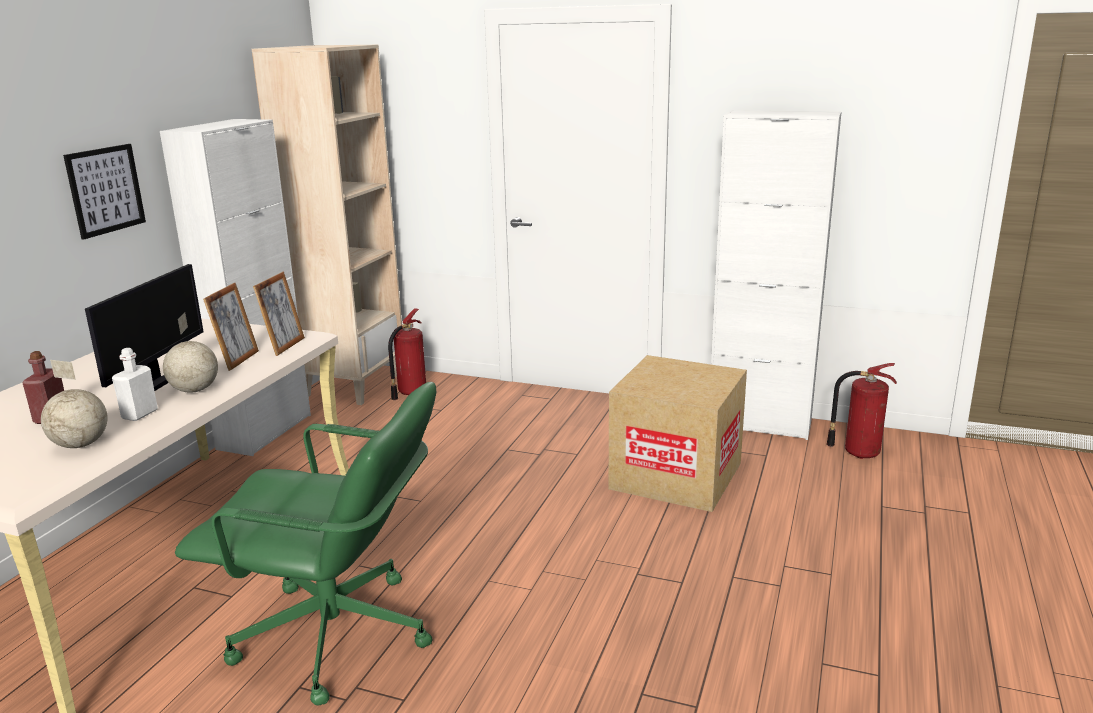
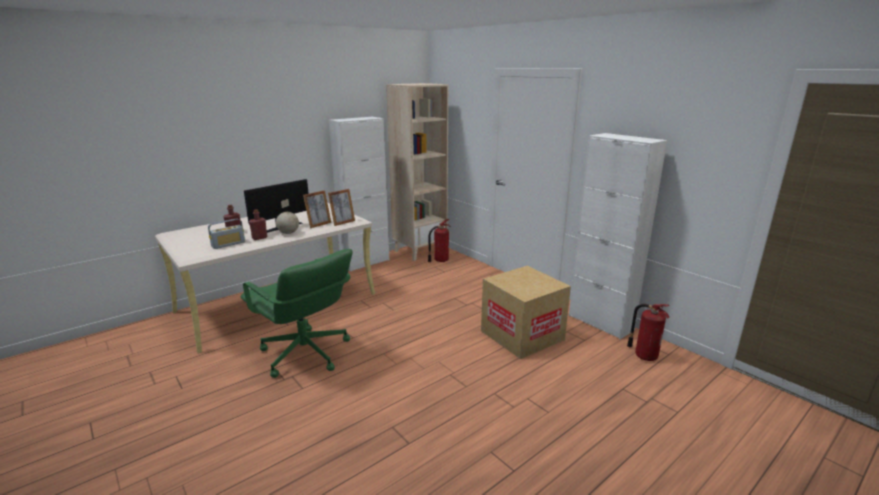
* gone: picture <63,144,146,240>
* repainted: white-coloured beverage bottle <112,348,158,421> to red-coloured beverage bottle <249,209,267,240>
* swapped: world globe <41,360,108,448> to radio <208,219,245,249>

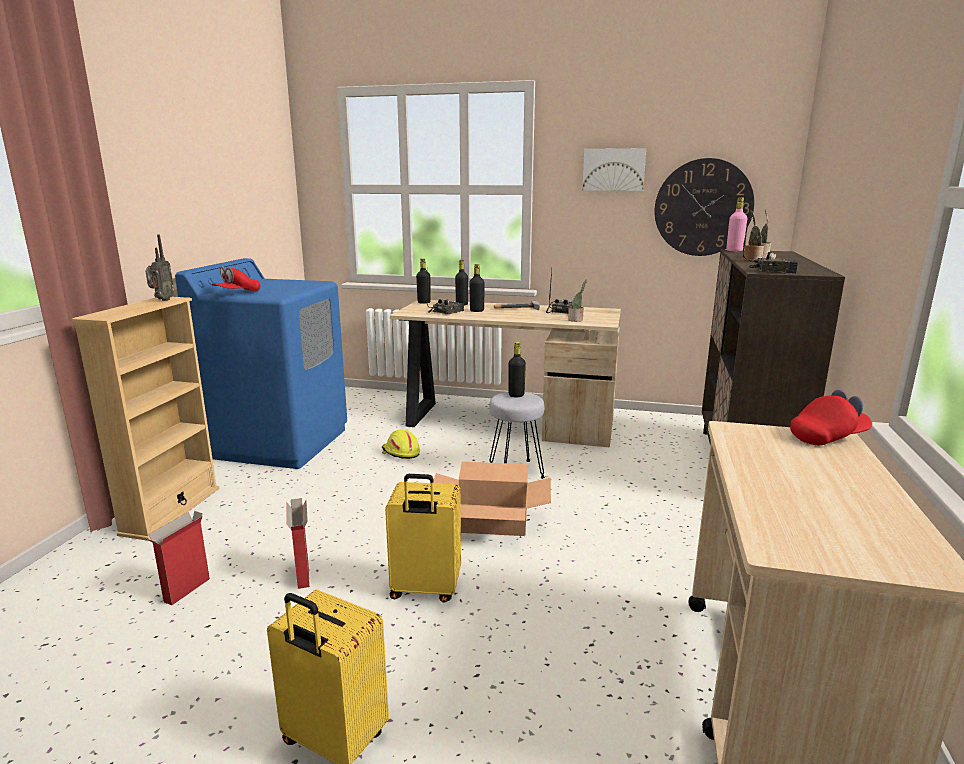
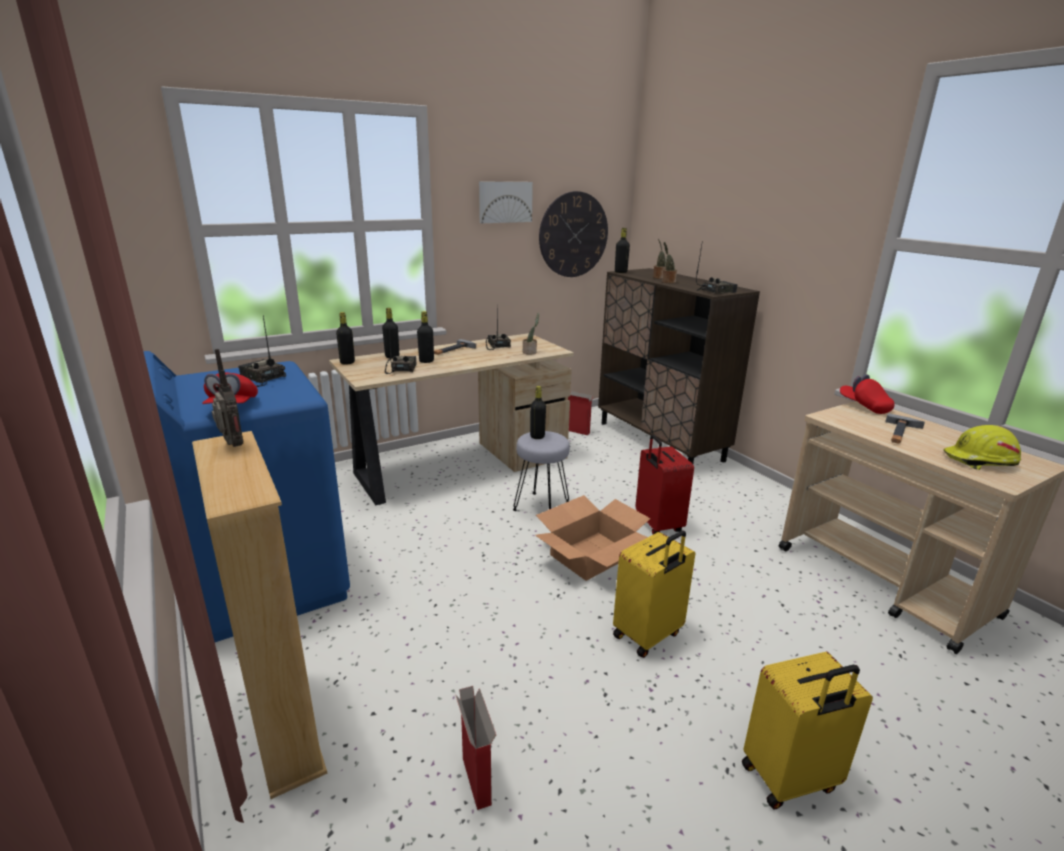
* repainted: pink-coloured beverage bottle <726,197,747,251> to black-coloured beverage bottle <615,228,630,273>
* rotated: red-coloured baseball cap <790,390,872,445> = <840,374,895,414> 60 degrees counterclockwise
* shifted: yellowish safety helmet <382,429,420,459> to <943,425,1021,470>
* shifted: cardboard box <286,498,310,589> to <568,391,595,435>
* new: radio <238,315,286,387>
* new: hand hammer <885,413,925,444>
* new: red-coloured piece of luggage <635,435,694,534>

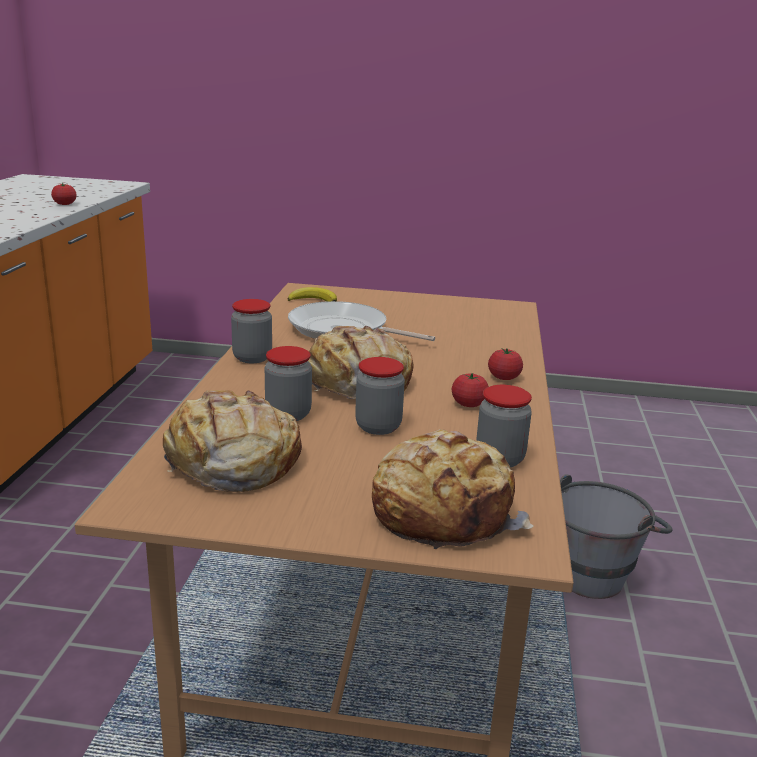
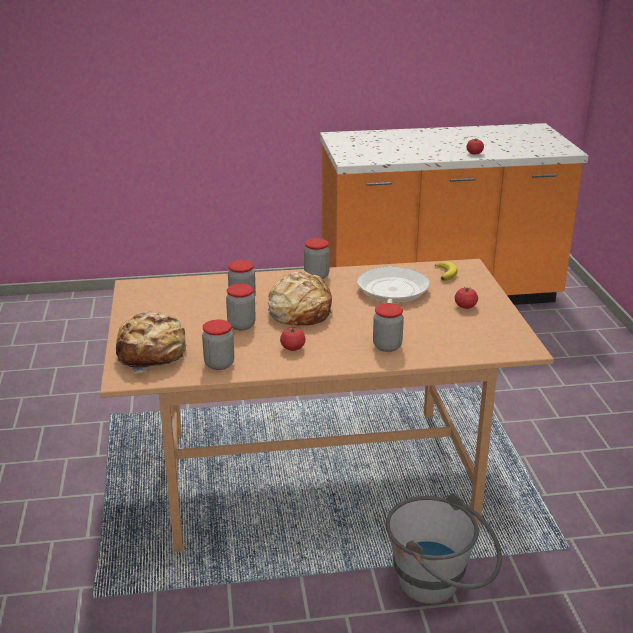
* shifted: tomato <488,347,523,380> to <455,287,478,309>
* gone: bakery bread <163,390,302,492>
* new: storage jar <373,303,404,352>

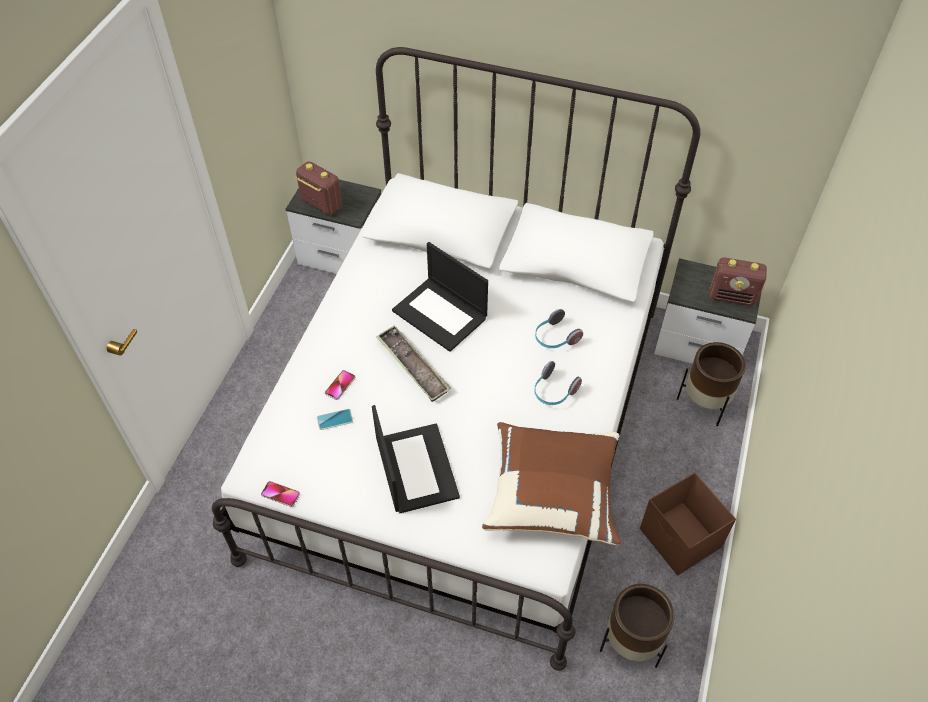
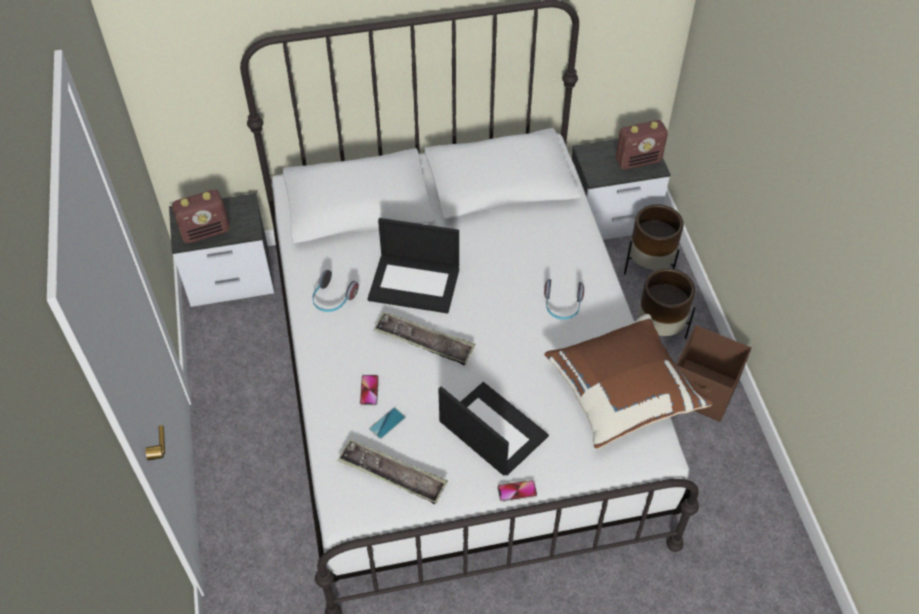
* rotated: radio <295,161,342,215> = <172,190,229,243> 150 degrees clockwise
* shifted: headphones <535,309,583,348> to <312,270,359,312>
* shifted: telephone <261,481,300,507> to <497,480,537,502>
* shifted: brown-coloured flower pot <600,584,674,668> to <638,268,695,339>
* new: carrying tray <337,439,448,504>

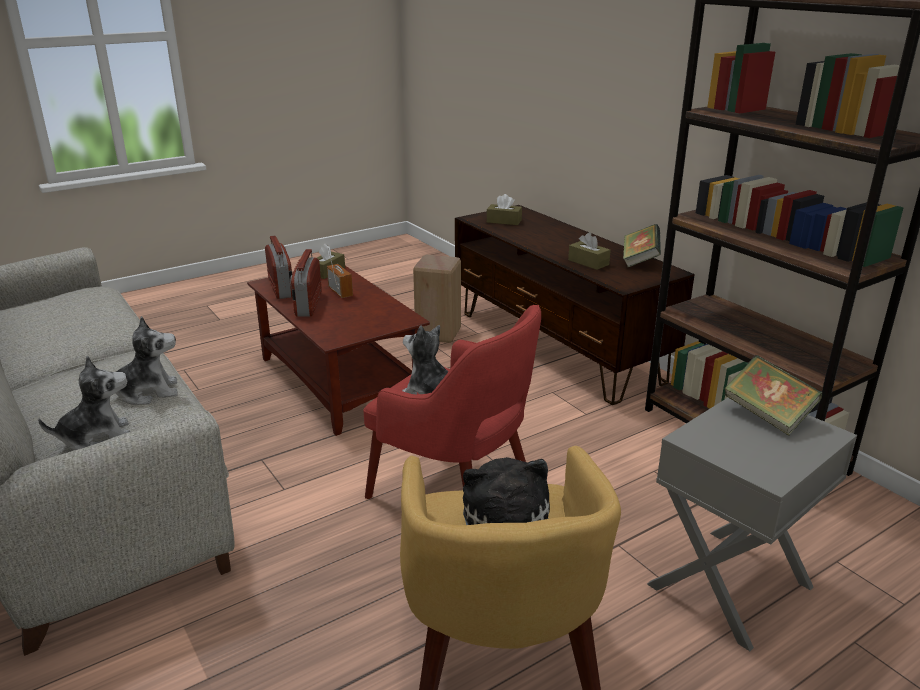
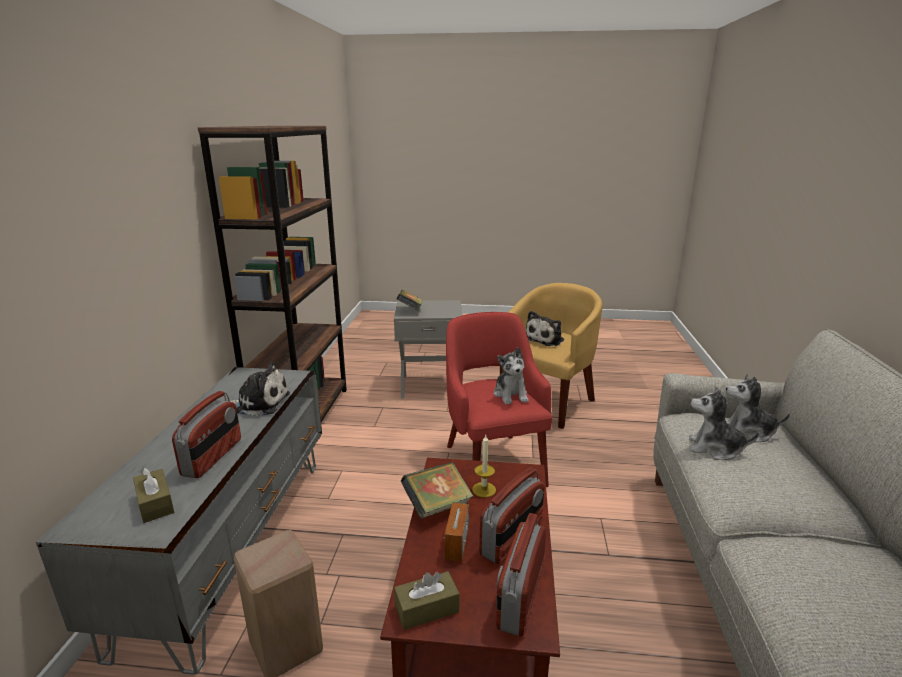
* repainted: brown-coloured tv unit <455,205,695,405> to gray tv unit <36,367,322,675>
* shifted: volume <623,224,661,267> to <401,462,473,519>
* swapped: brown-coloured tissue box <568,232,611,270> to cuddly toy <231,362,290,416>
* new: radio <172,391,241,478>
* new: wax light <472,435,496,498>

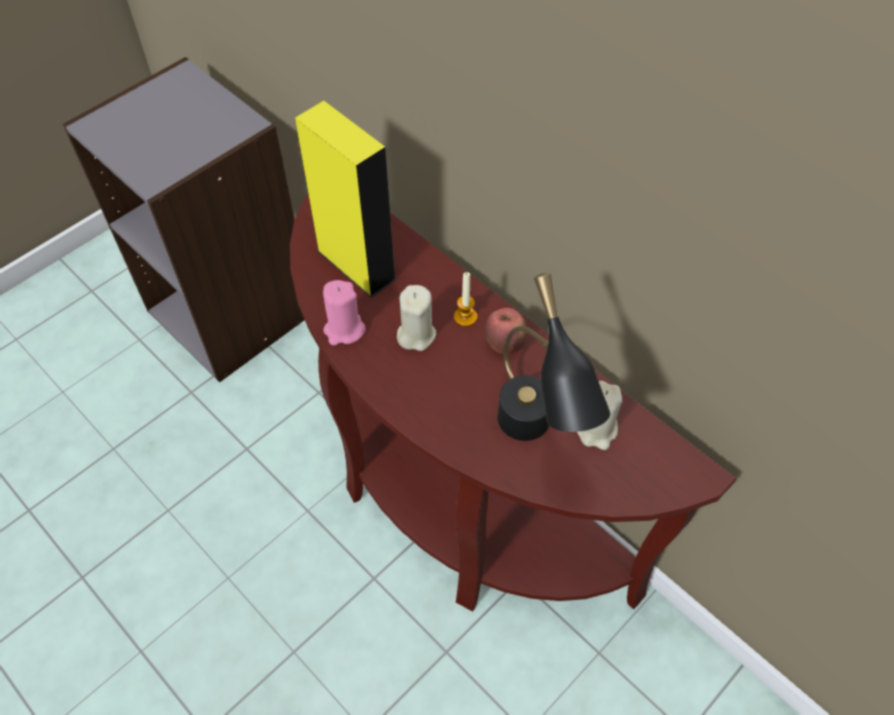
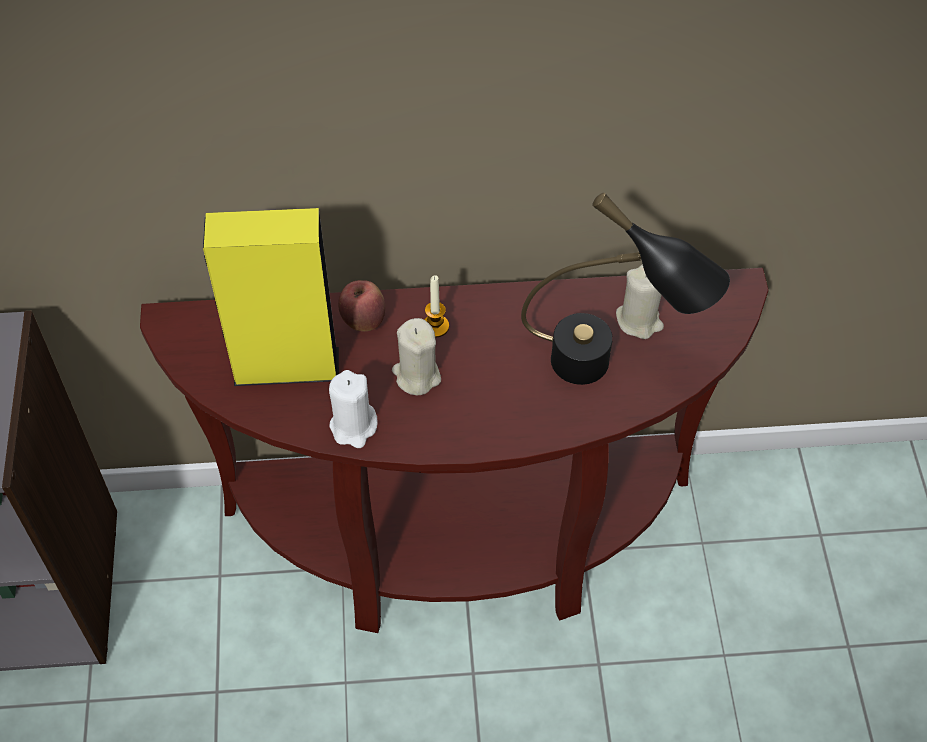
* repainted: pink-coloured wax light <323,280,366,345> to white-coloured wax light <329,370,378,448>
* shifted: apple <485,308,526,354> to <338,280,385,331>

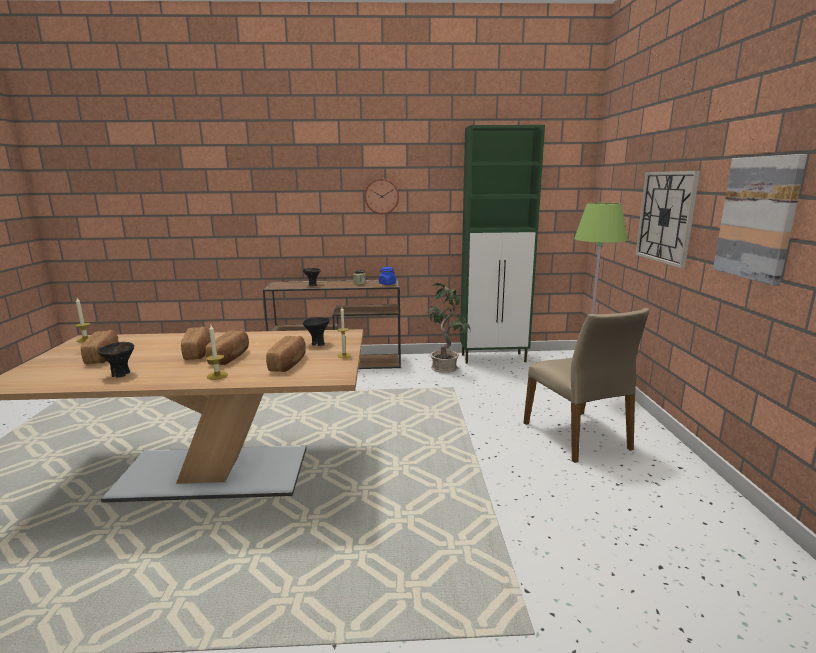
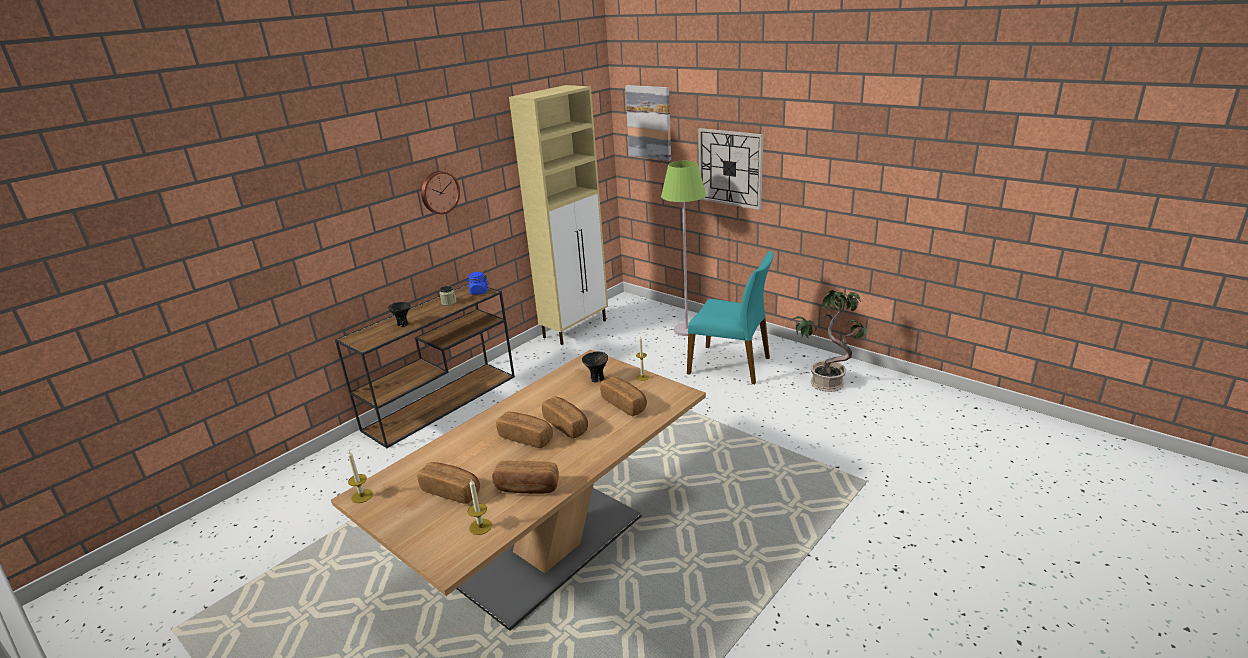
* repainted: green-coloured cabinet <460,125,545,364> to beige-coloured cabinet <509,85,608,345>
* shifted: picture <713,154,807,286> to <625,85,671,161>
* shifted: potted plant <426,283,470,373> to <792,290,868,392>
* repainted: beige-coloured upright chair <523,308,649,463> to blue-green upright chair <687,251,773,384>
* shifted: wax light <206,325,228,380> to <468,479,492,535>
* swapped: black-coloured deep dish <97,342,134,378> to bakery bread <492,461,559,494>

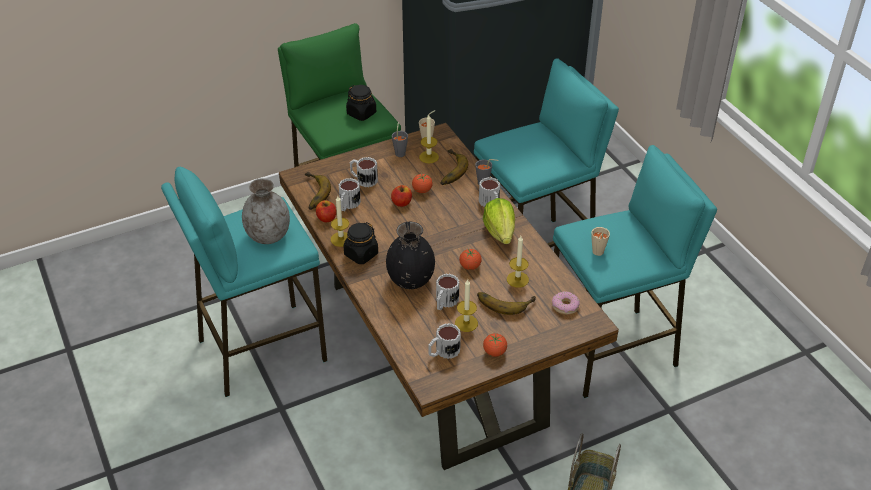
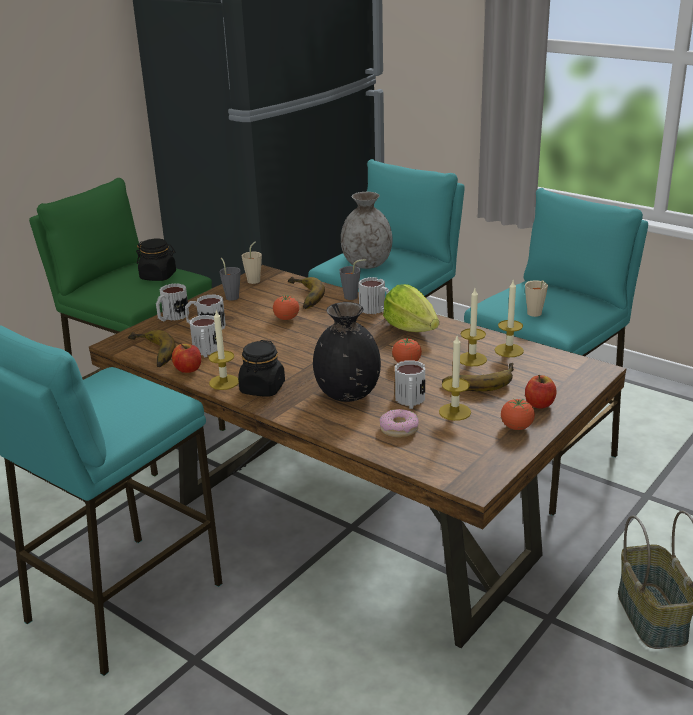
* shifted: wax light <419,115,439,163> to <495,281,524,357>
* shifted: gray decorative vase <242,178,290,244> to <341,192,393,269>
* shifted: apple <391,185,412,207> to <525,375,557,409>
* shifted: donut <552,291,580,315> to <379,409,419,438>
* shifted: mug <429,323,461,359> to <156,283,189,321>

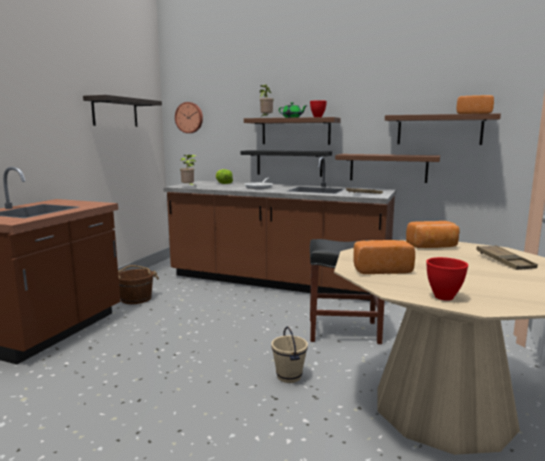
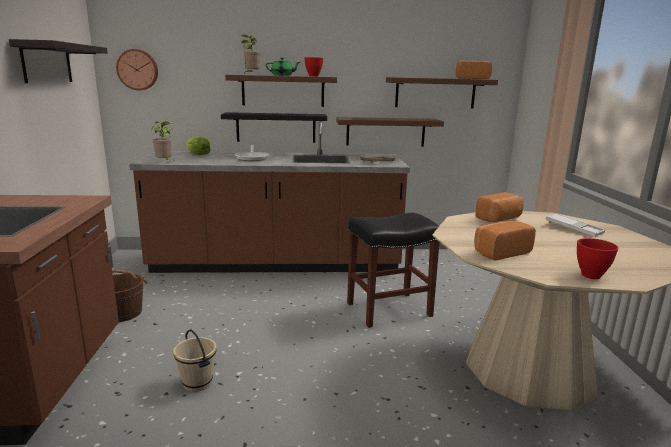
* repainted: brown-coloured carrying tray <476,245,538,270> to white-coloured carrying tray <545,213,605,237>
* shifted: beige-coloured bucket <271,327,308,383> to <173,329,217,392>

